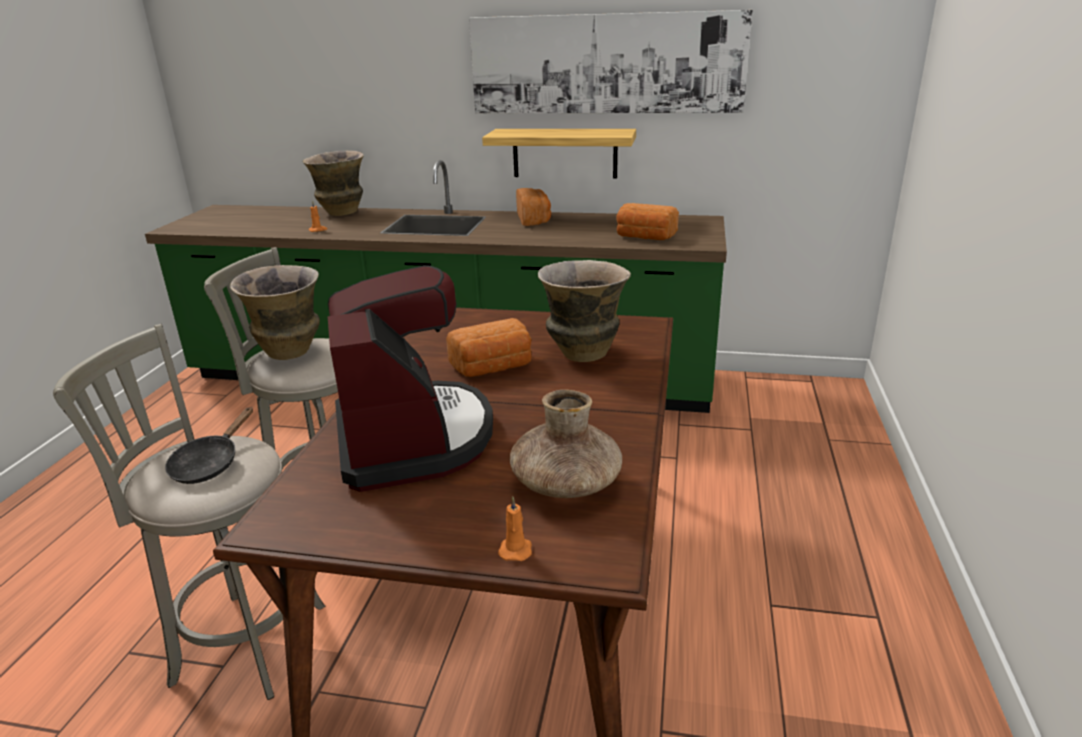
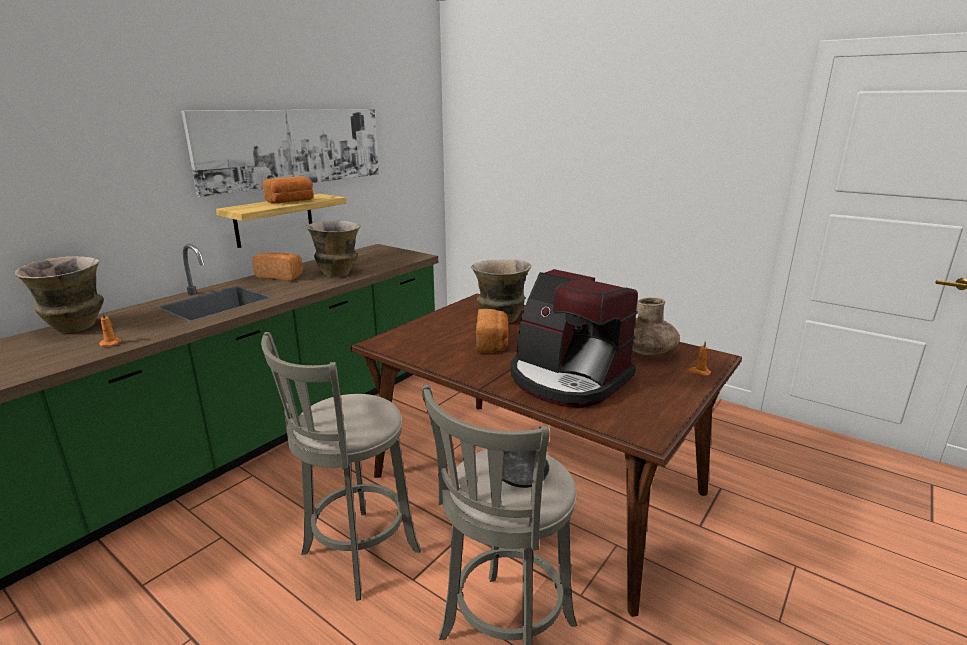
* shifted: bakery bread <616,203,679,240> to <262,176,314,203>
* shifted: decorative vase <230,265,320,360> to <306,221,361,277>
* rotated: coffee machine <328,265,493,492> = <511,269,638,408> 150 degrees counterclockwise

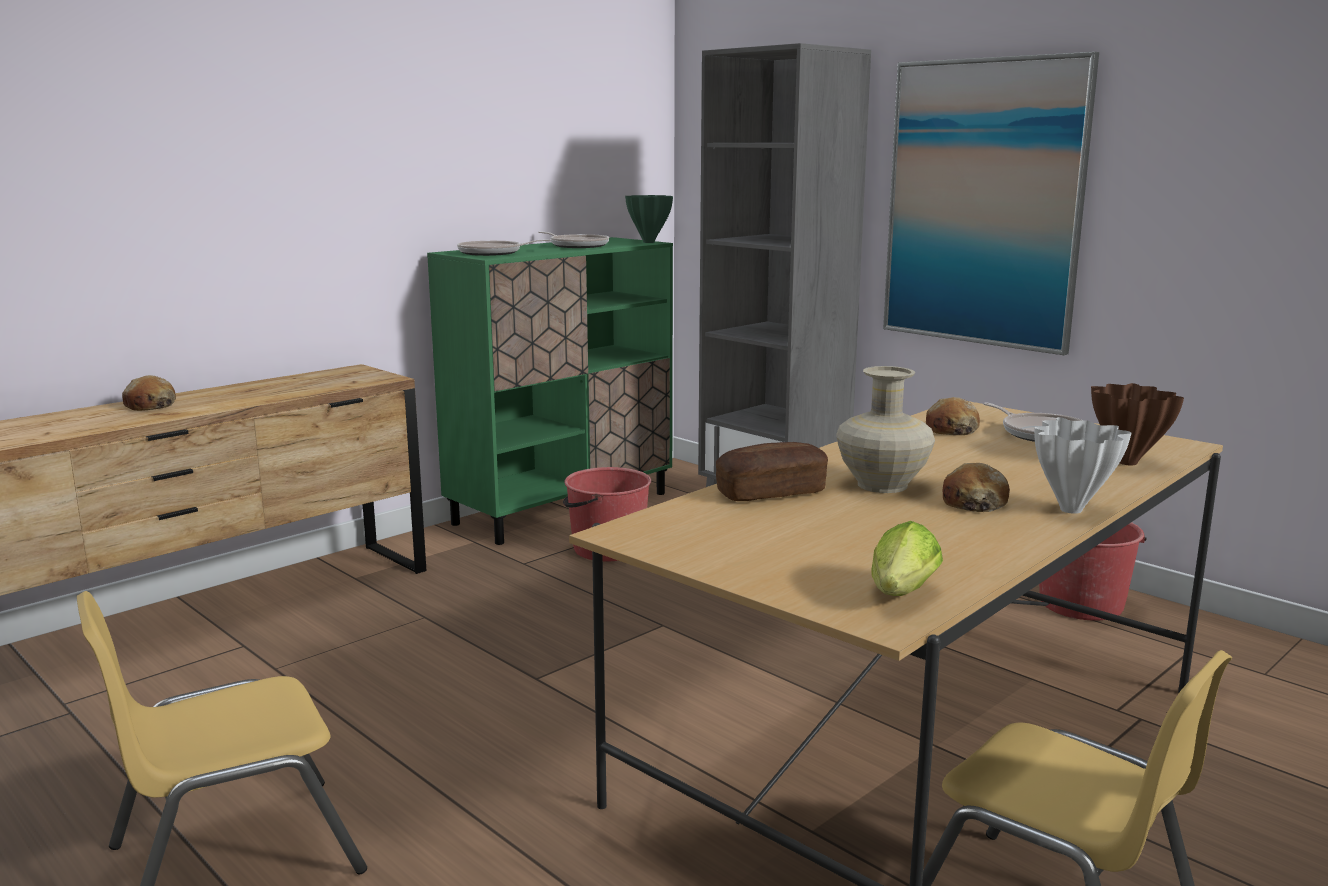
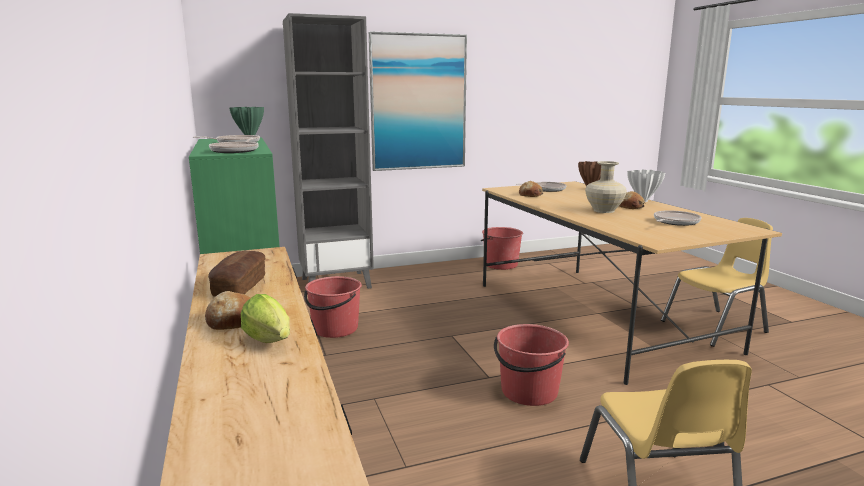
* shifted: bakery bread <716,442,828,501> to <208,250,265,297>
* shifted: head of lettuce <871,521,943,596> to <241,294,290,343>
* new: skillet <654,210,702,226>
* new: red-coloured bucket <494,324,569,406>

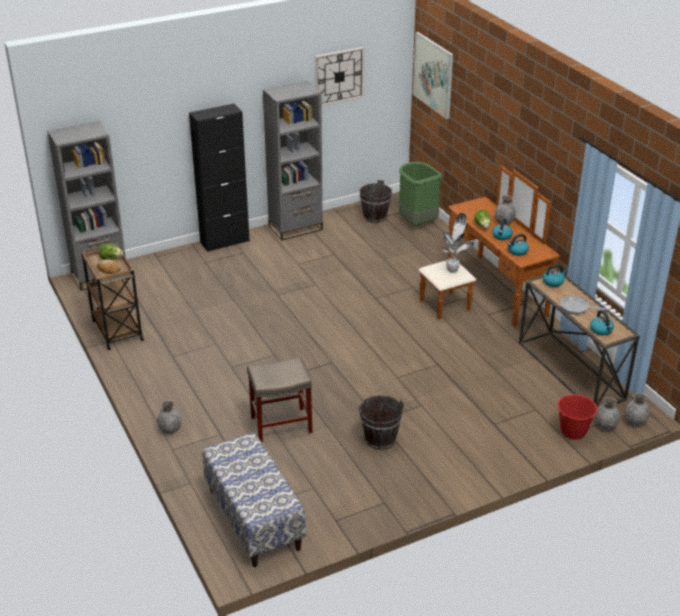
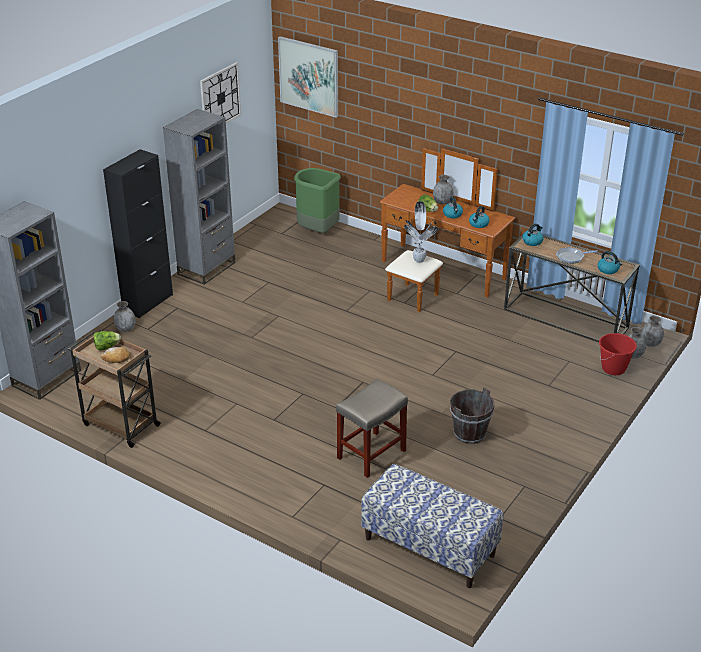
* gone: brown-coloured bucket <360,180,392,223>
* shifted: gray decorative vase <157,400,182,434> to <114,301,136,332>

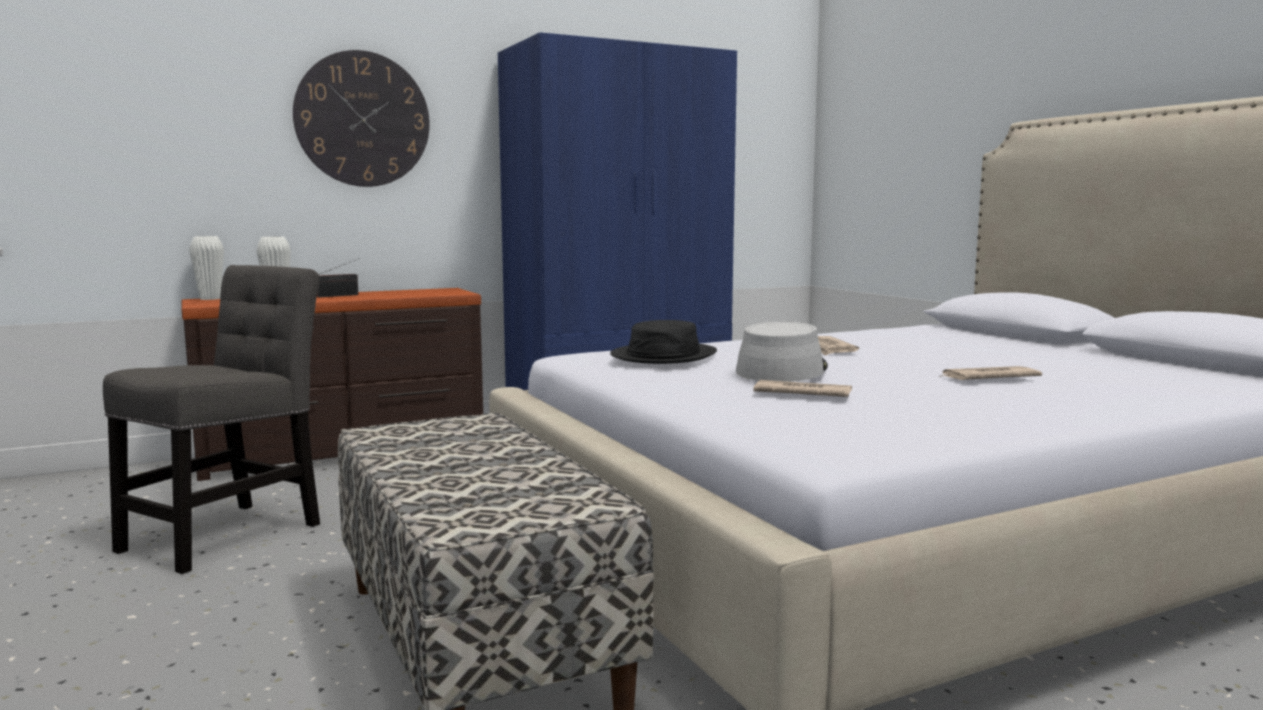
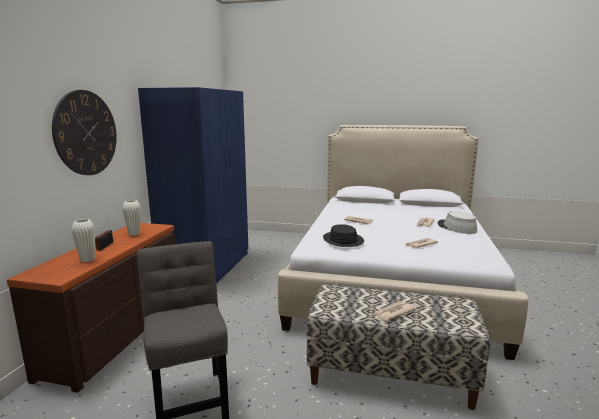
* shifted: white-coloured decorative vase <189,236,224,300> to <122,200,141,236>
* shifted: gray wearable hat <736,322,828,382> to <438,211,477,234>
* new: daily paper <372,301,416,321>

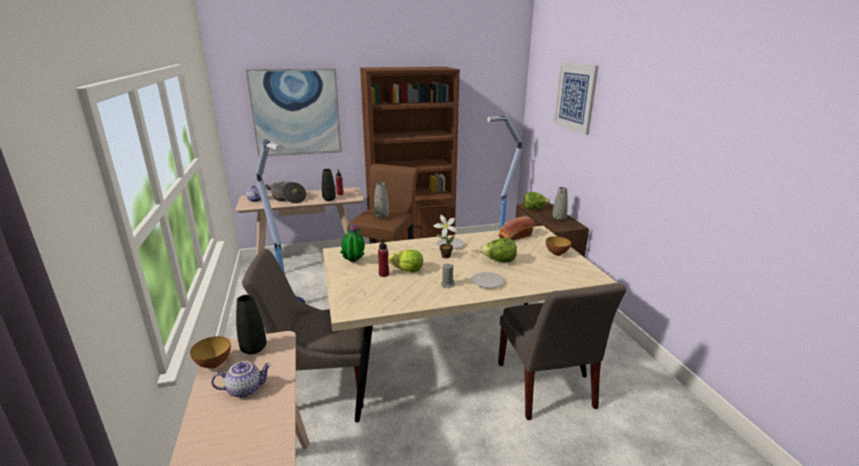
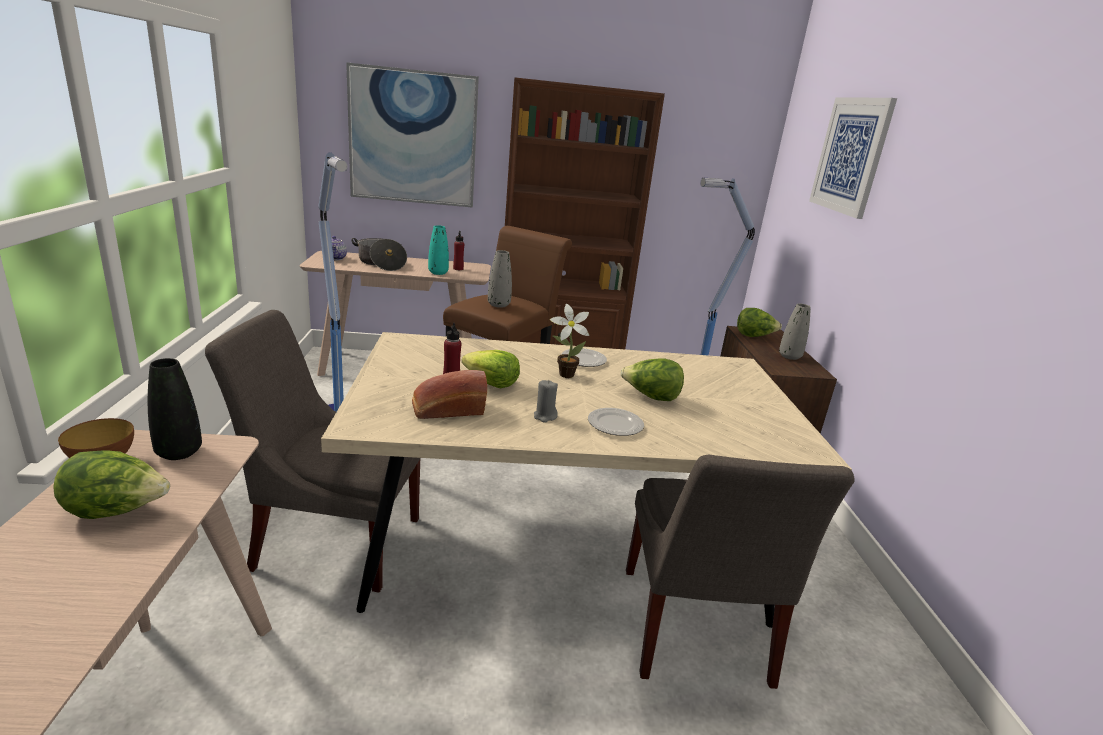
* repainted: black-coloured decorative vase <322,169,336,201> to blue-green decorative vase <428,225,449,275>
* shifted: bakery bread <499,216,534,241> to <412,370,487,419>
* gone: potted plant <340,223,365,262>
* gone: deep dish <546,236,571,256>
* swapped: teapot <211,361,272,398> to head of lettuce <53,451,170,519>

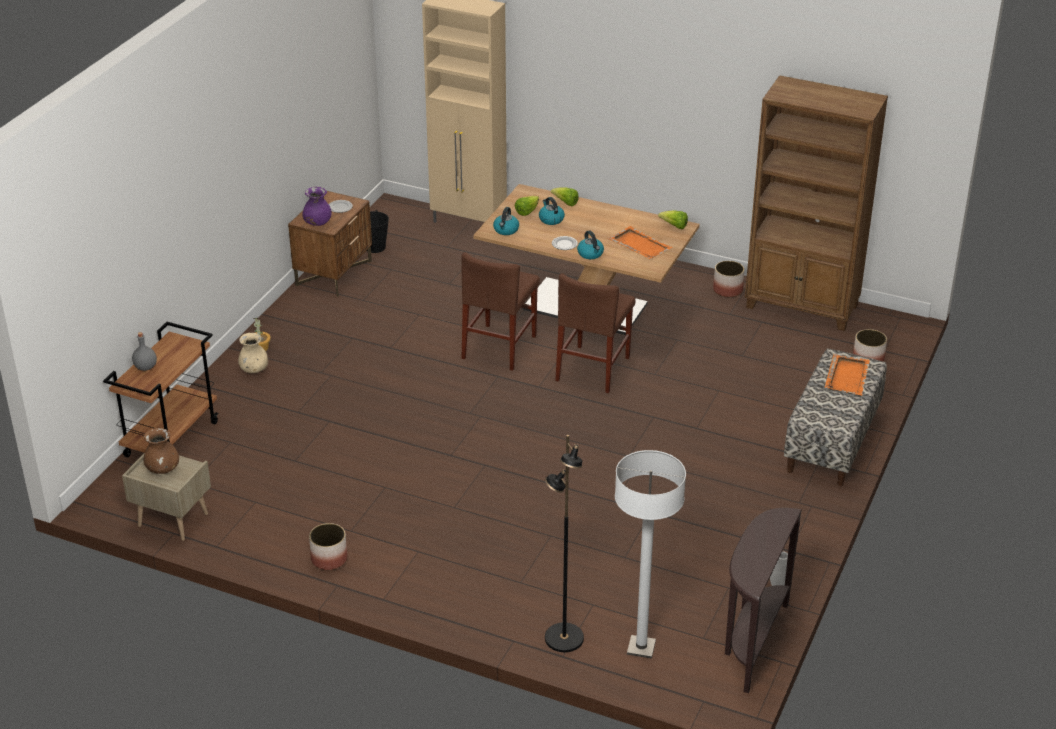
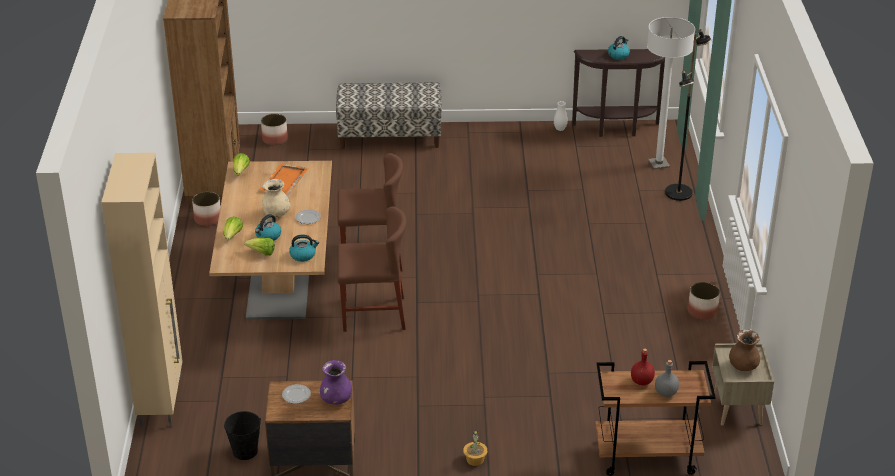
* shifted: kettle <577,230,604,259> to <608,36,630,60>
* shifted: beige-coloured decorative vase <238,333,268,373> to <262,179,291,217>
* gone: orangey carrying tray <825,354,870,396>
* new: red-coloured beverage bottle <631,348,655,385>

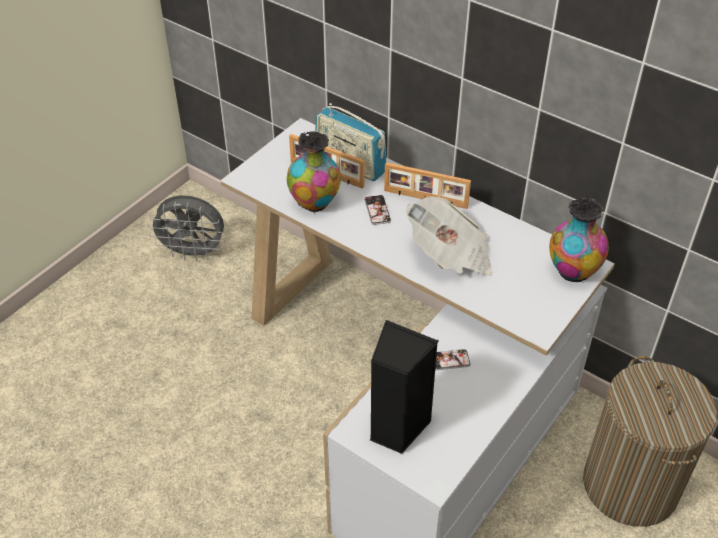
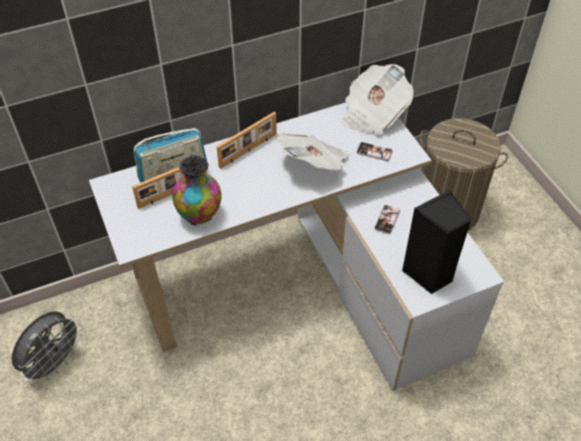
* shifted: telephone <364,195,391,225> to <356,142,393,161>
* swapped: decorative vase <549,197,609,282> to daily paper <342,64,414,135>

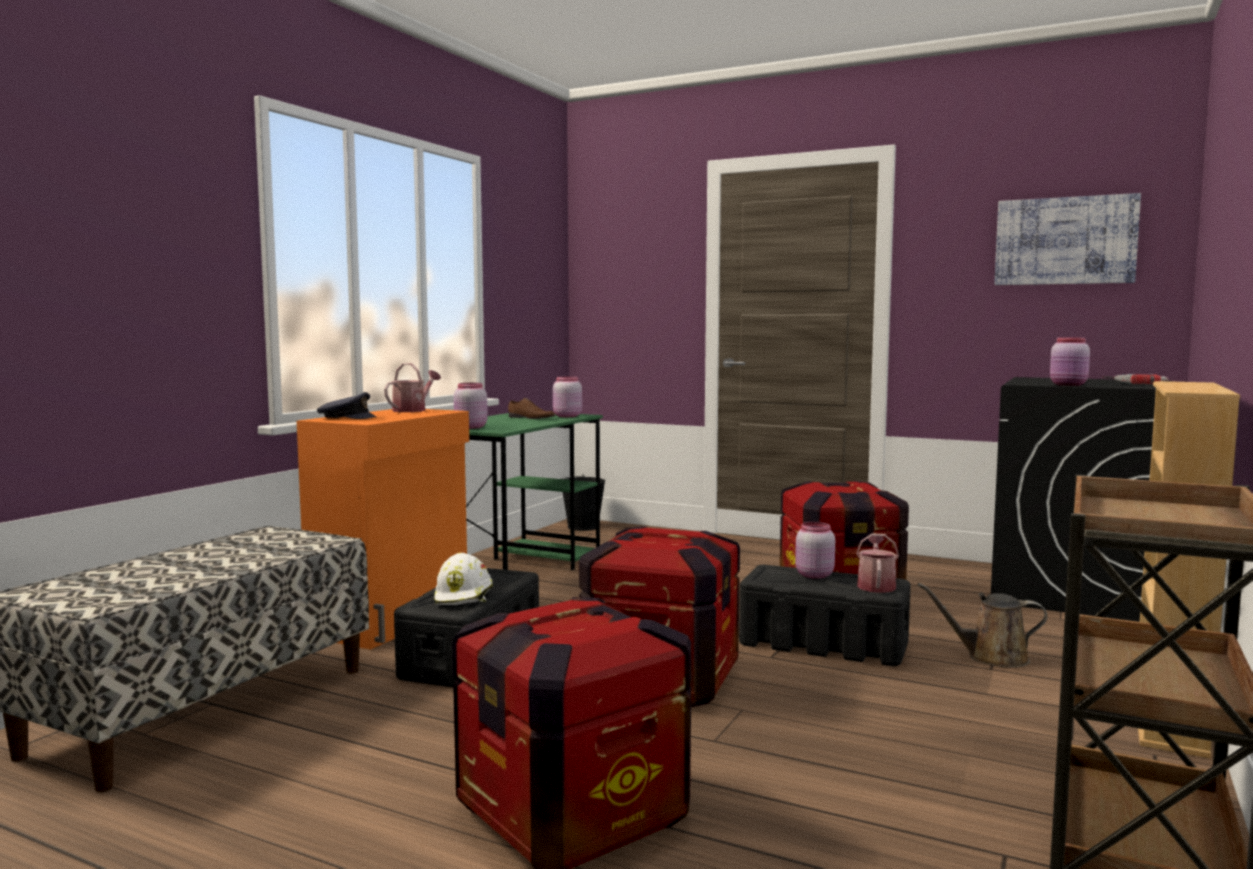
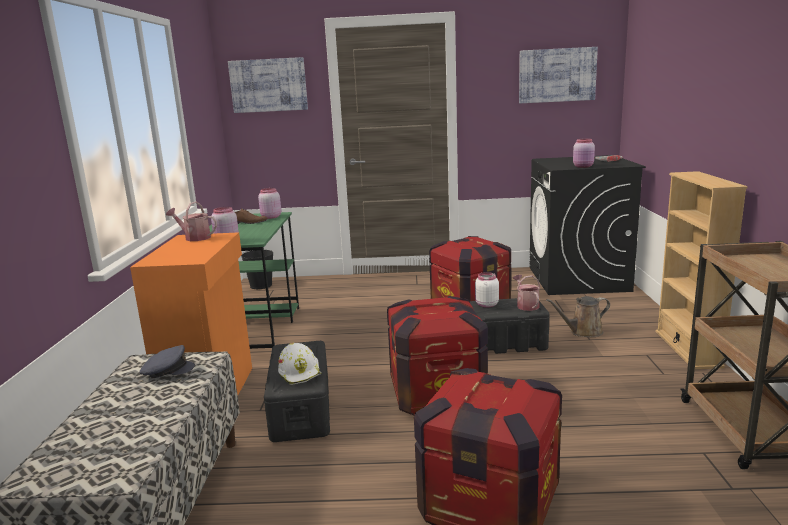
* rotated: watering pot <384,363,441,412> = <166,201,217,241> 75 degrees counterclockwise
* shifted: gray baseball cap <317,392,377,419> to <139,345,195,378>
* repainted: pink-coloured storage jar <795,522,835,579> to white-coloured storage jar <475,272,499,308>
* new: picture <228,57,308,113>

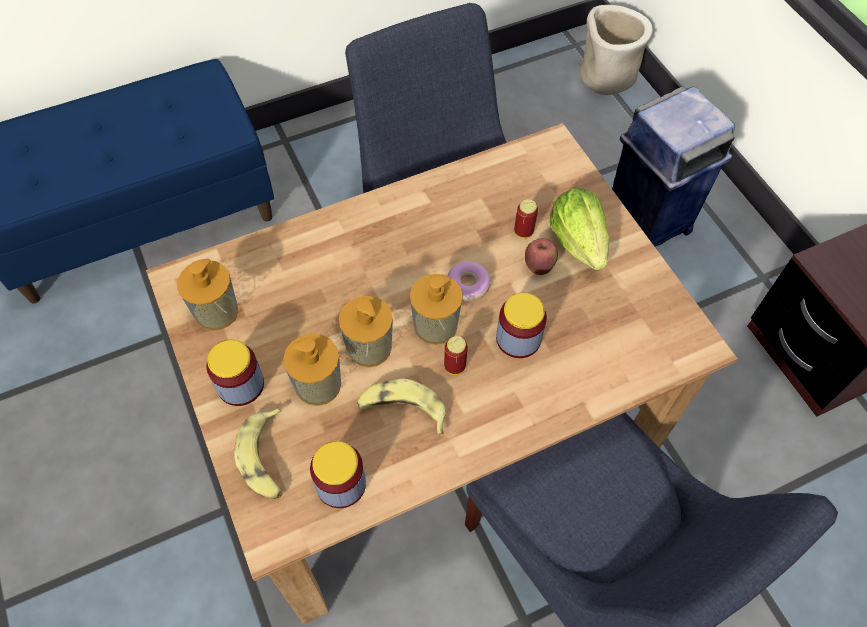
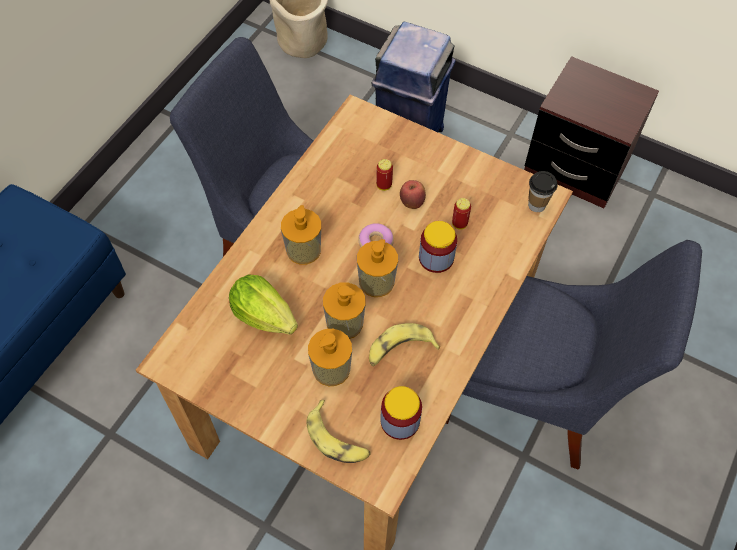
* shifted: head of lettuce <550,188,610,271> to <229,274,298,335>
* shifted: soap bottle <177,258,238,331> to <281,205,321,265>
* shifted: sealed can <444,336,468,375> to <452,198,471,230>
* gone: storage jar <206,340,264,406>
* new: small cup <528,171,557,212>

